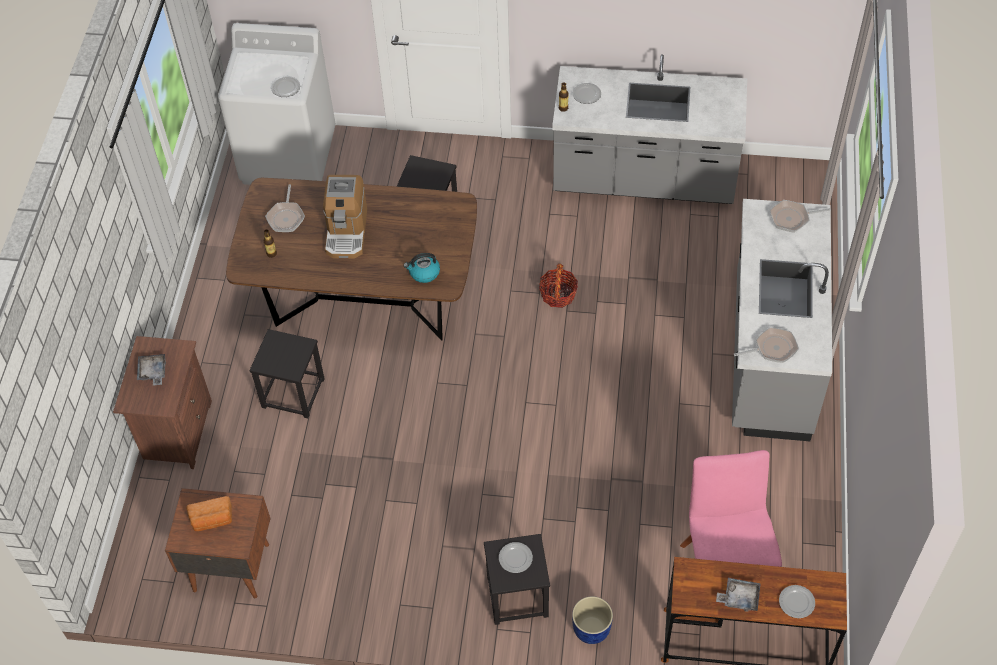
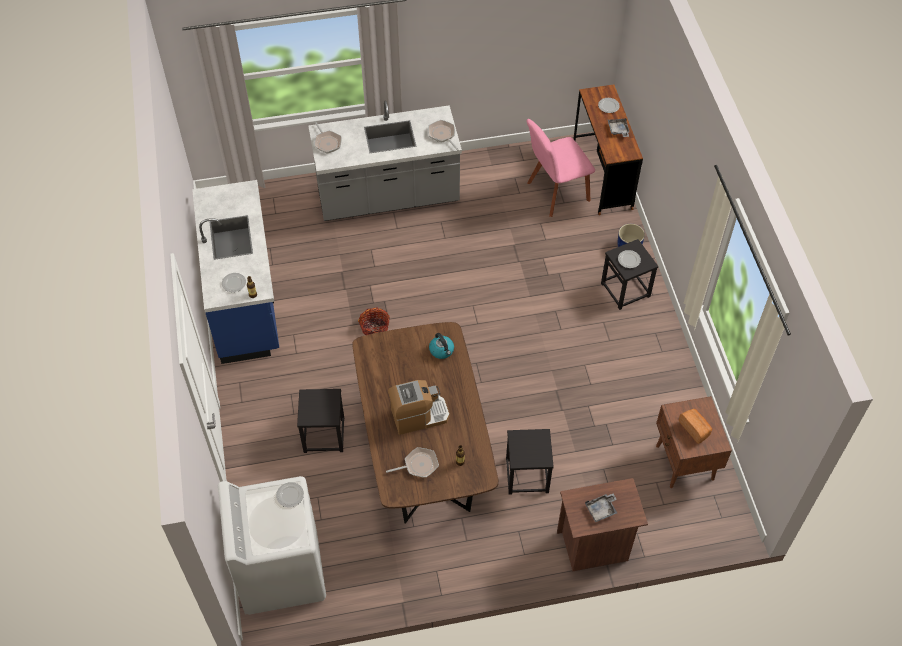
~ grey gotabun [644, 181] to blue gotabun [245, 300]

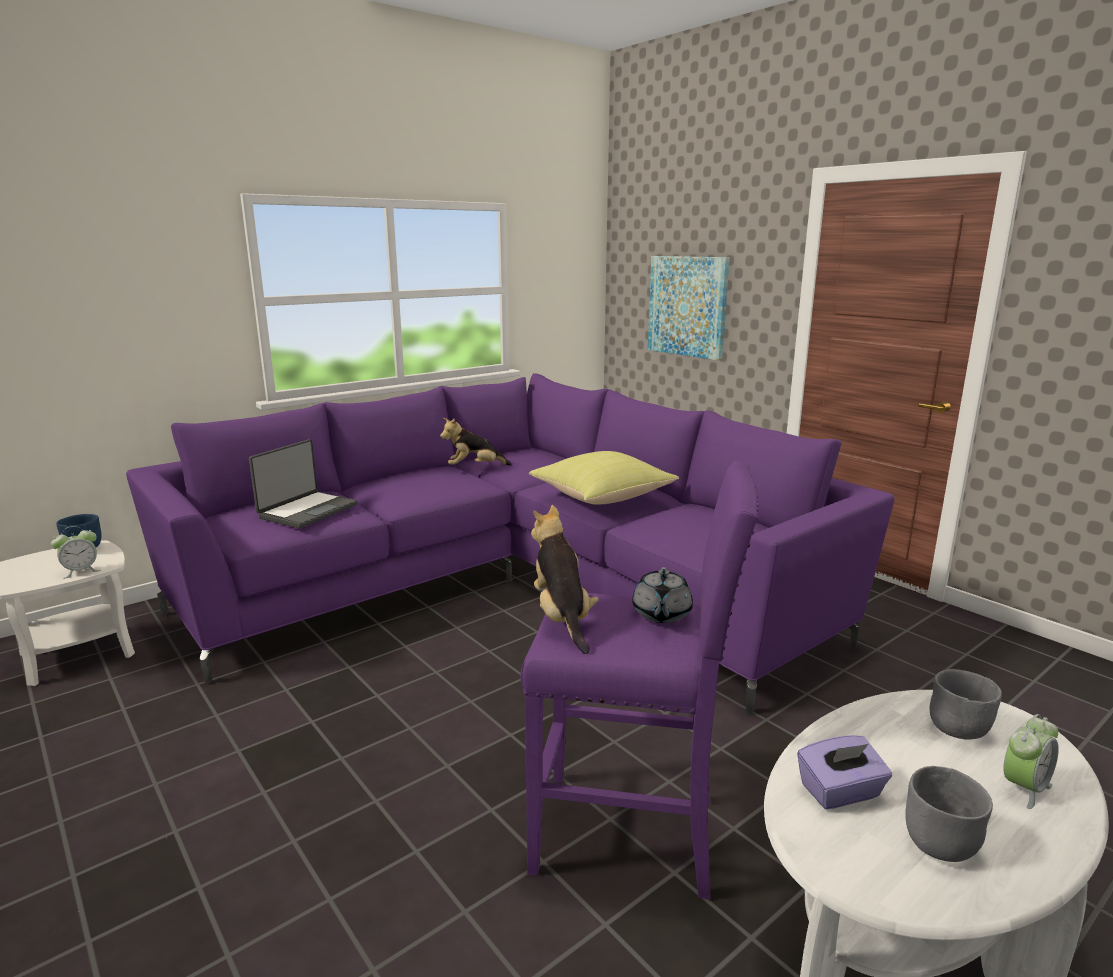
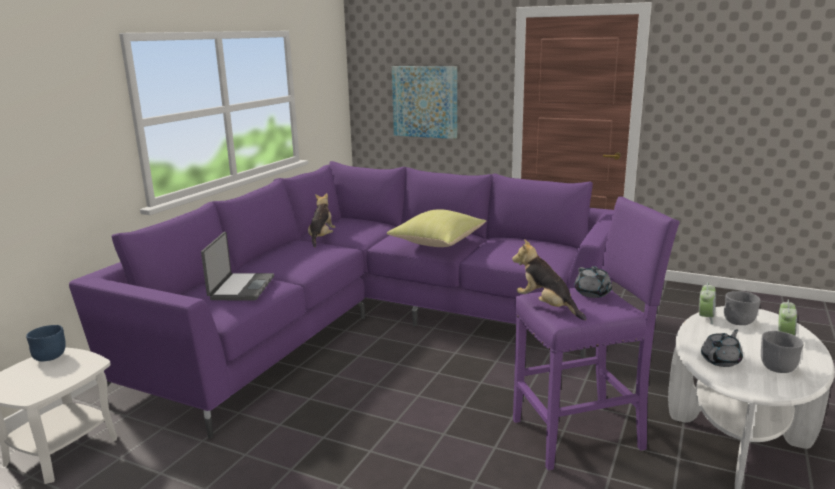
~ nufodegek [81, 571] to [705, 318]
~ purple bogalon [840, 792] to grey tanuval [721, 360]
~ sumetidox [474, 468] = [321, 238] 135 degrees clockwise

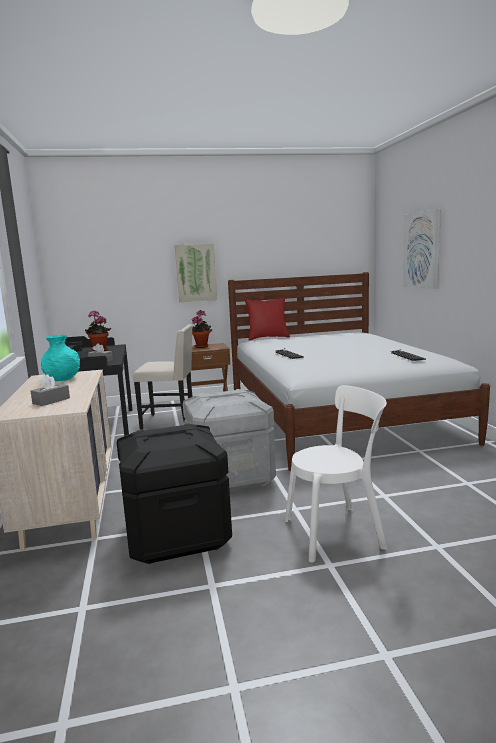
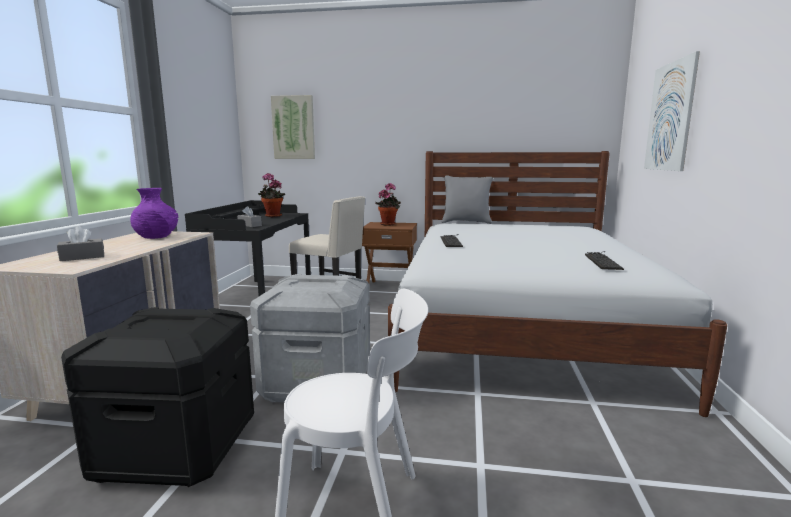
~ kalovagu [196, 273] to [293, 127]
~ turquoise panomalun [63, 378] to purple panomalun [157, 236]
~ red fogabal [268, 338] to grey fogabal [466, 222]

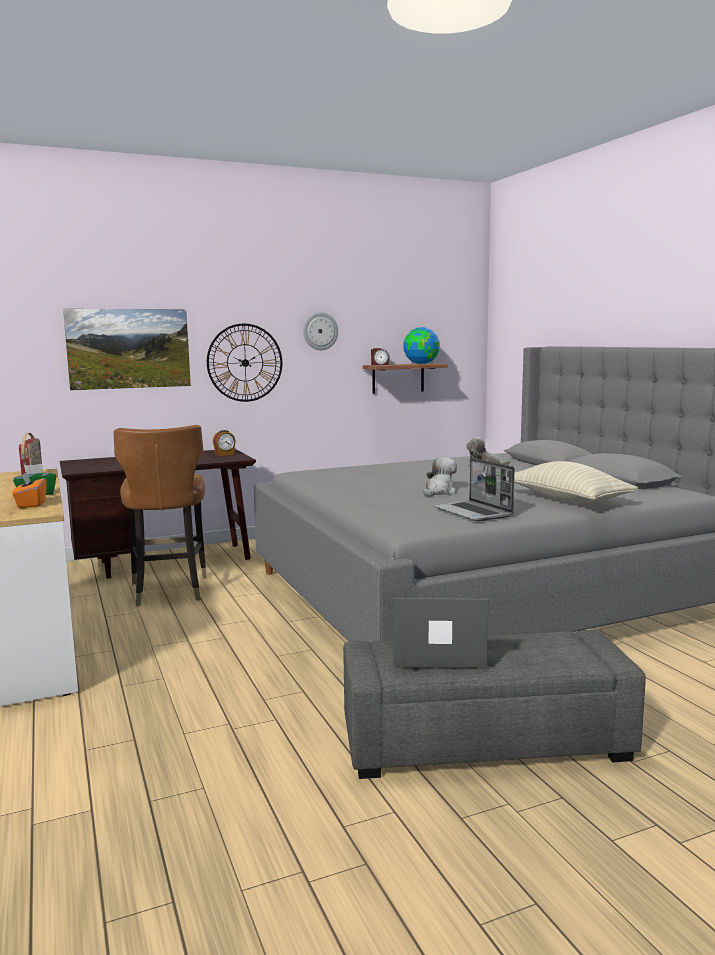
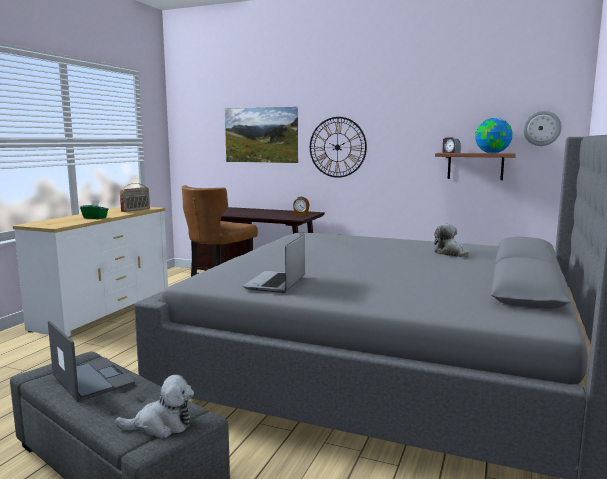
- orange bogalon [31, 504]
- beige fogabal [567, 500]
~ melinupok [320, 331] to [542, 128]
~ sumetidox [439, 492] to [161, 425]

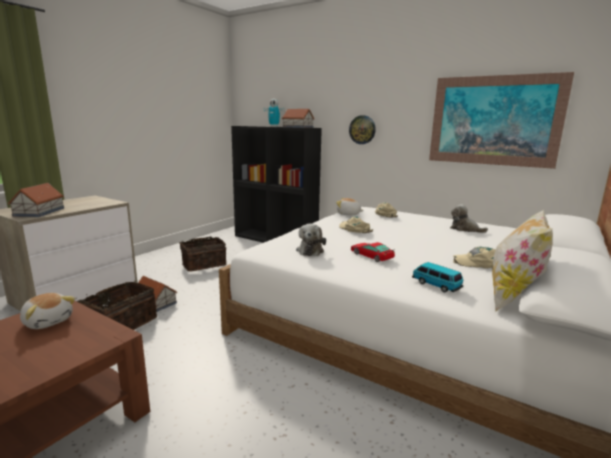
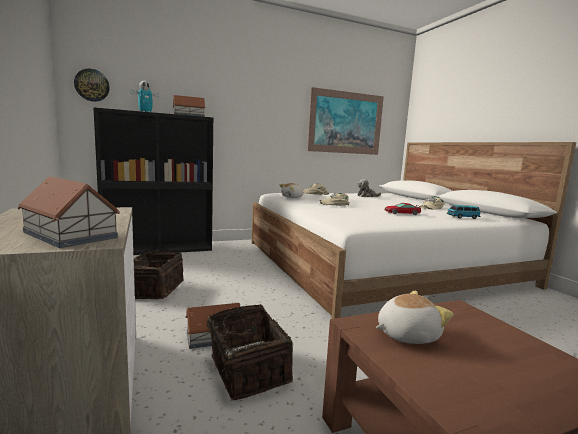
- sumetidox [310, 250]
- fogabal [513, 296]
~ melinupok [362, 129] to [92, 85]

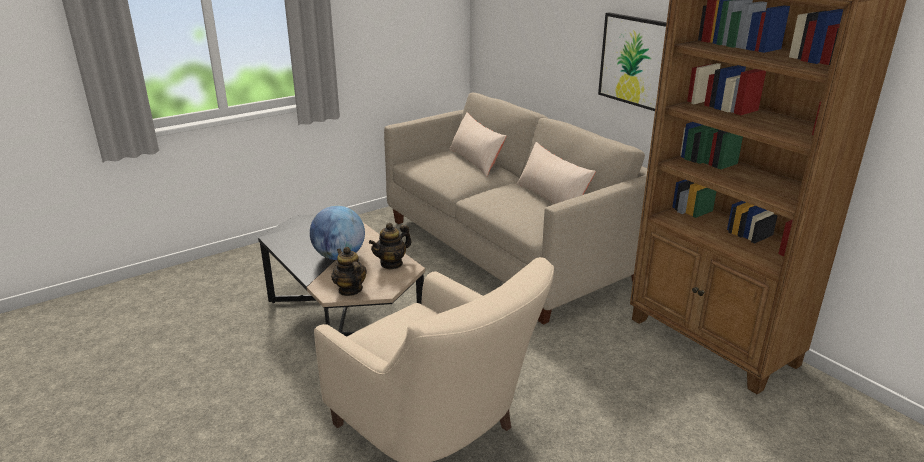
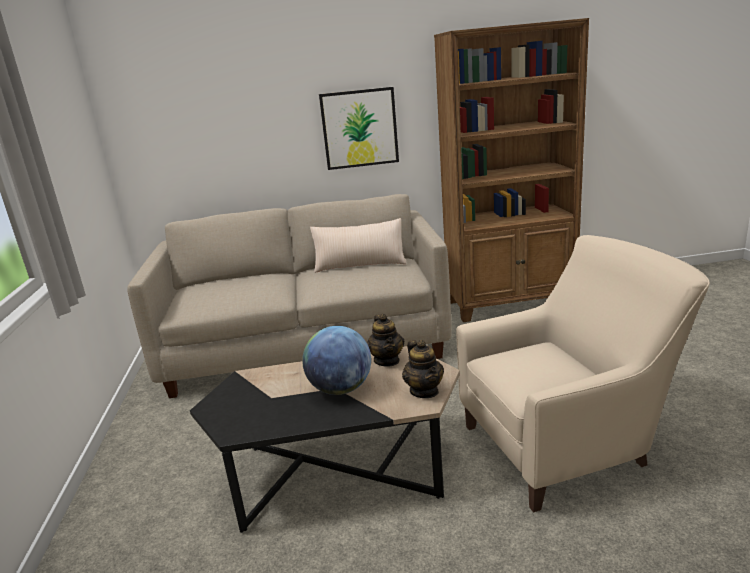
- beige fogabal [476, 161]
~ tanuval [350, 290] = [424, 391] 105 degrees counterclockwise

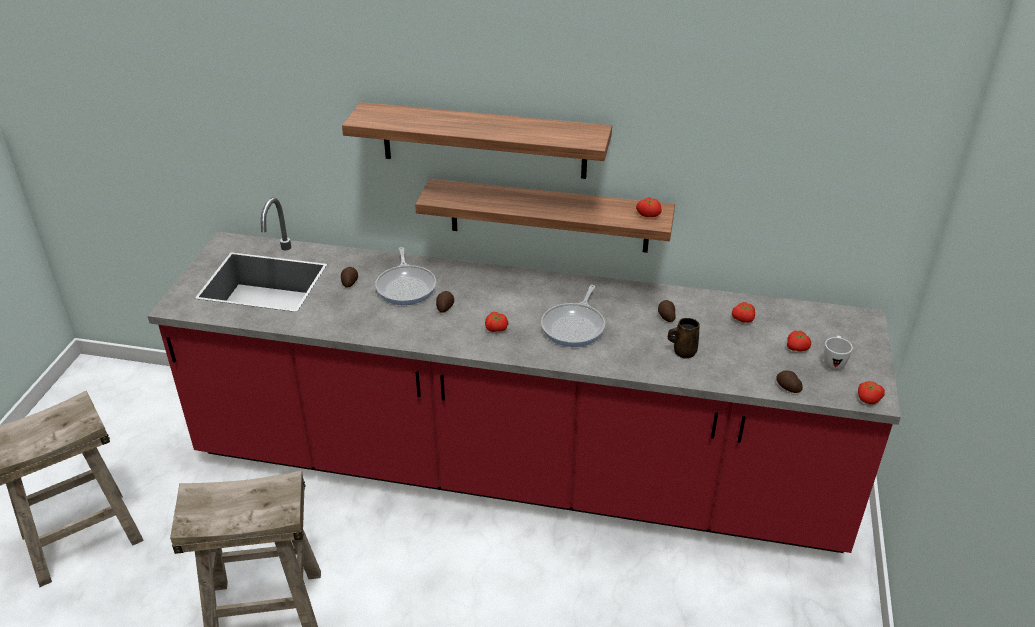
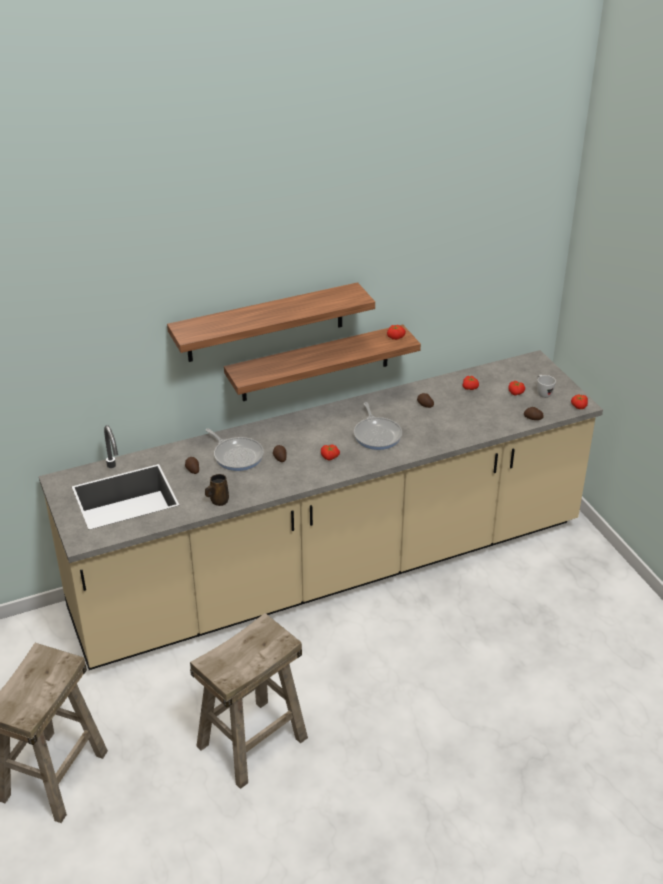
~ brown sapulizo [683, 351] to [218, 501]
~ red gotabun [517, 470] to beige gotabun [331, 569]

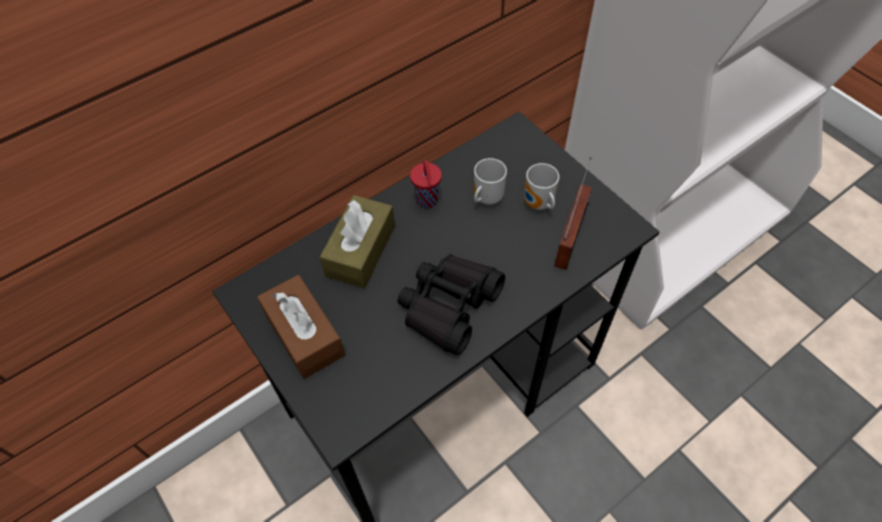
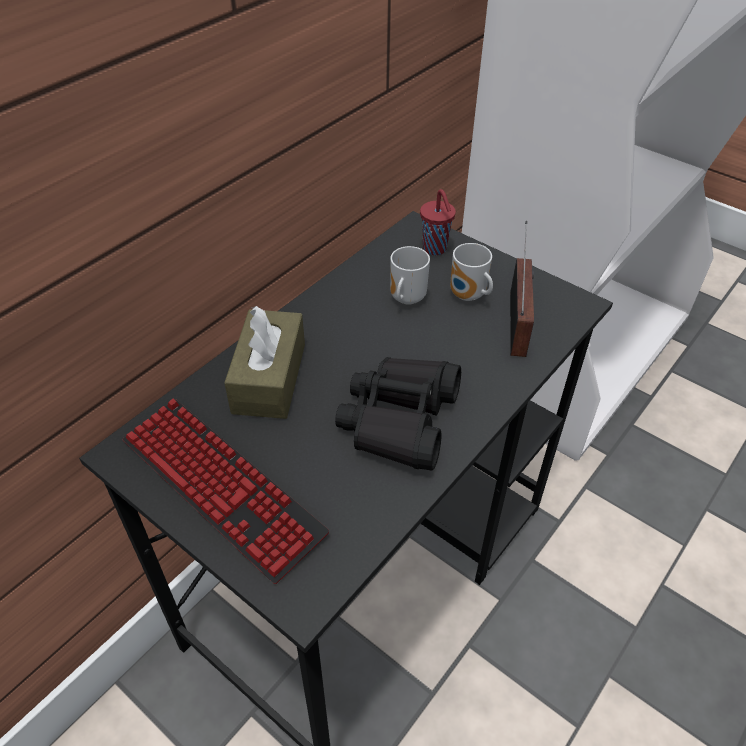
~ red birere [427, 202] to [435, 249]
~ brown bogalon [304, 334] to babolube [221, 486]

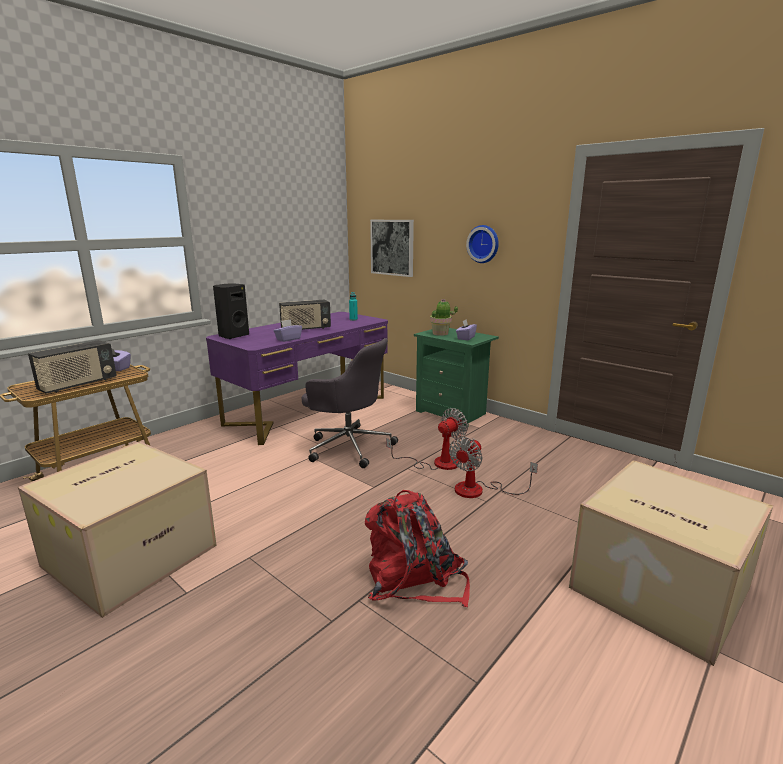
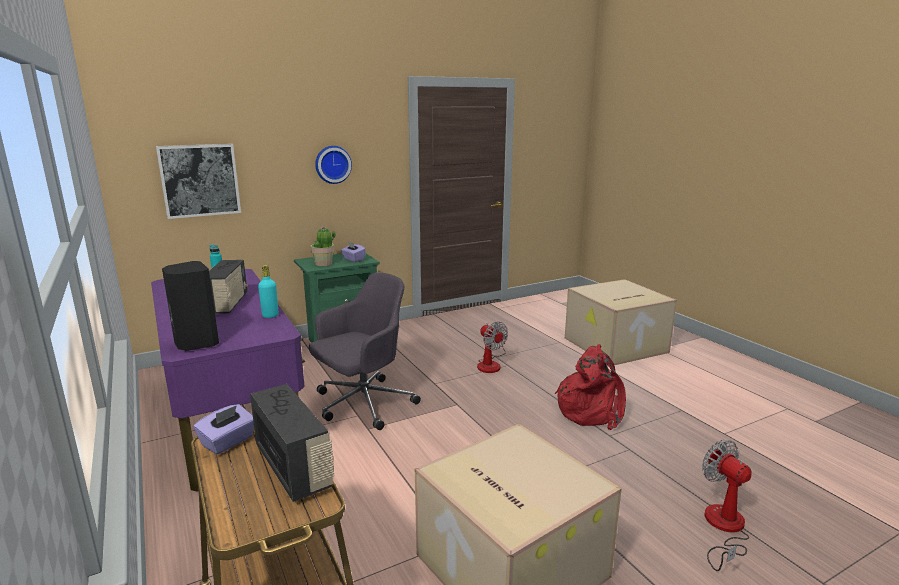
~ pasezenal [436, 463] to [723, 528]
~ purple bogalon [288, 339] to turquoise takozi [270, 316]

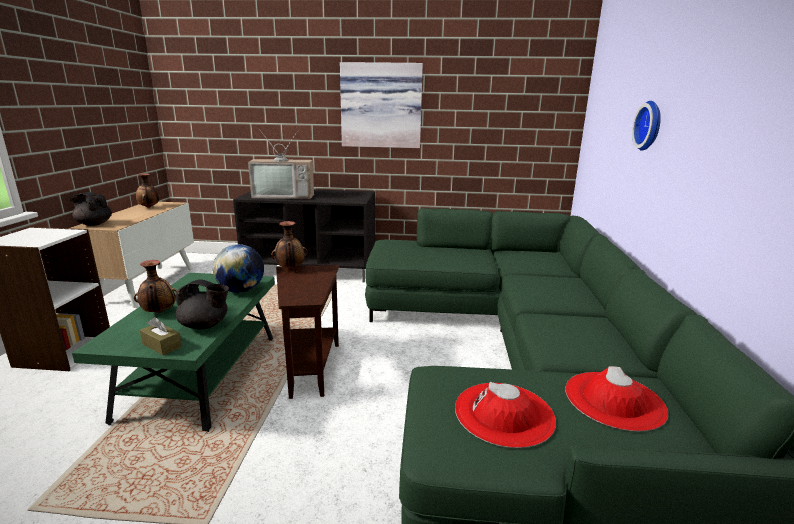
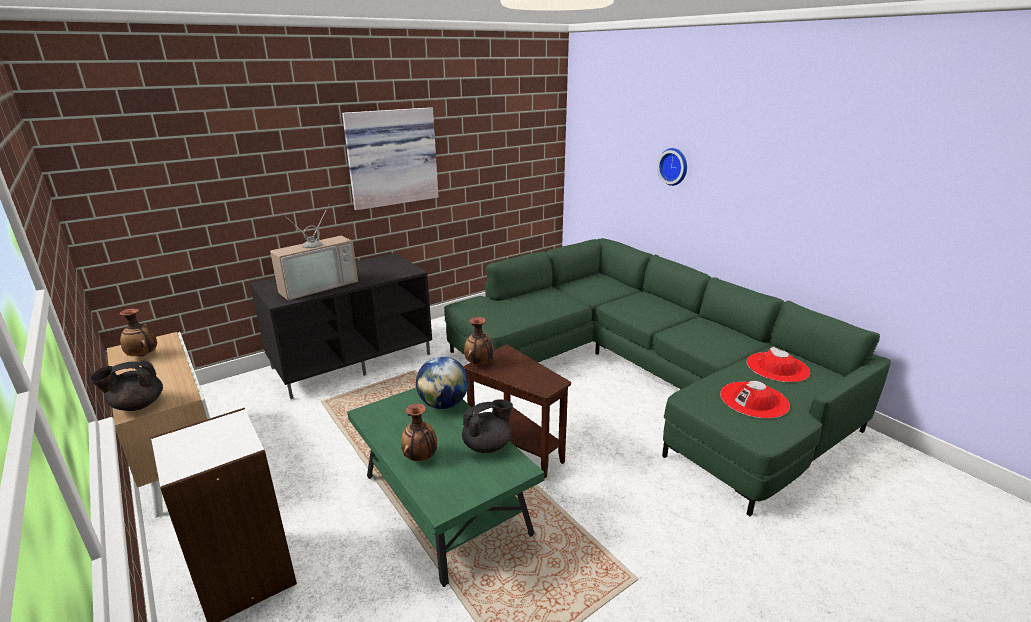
- brown bogalon [162, 345]

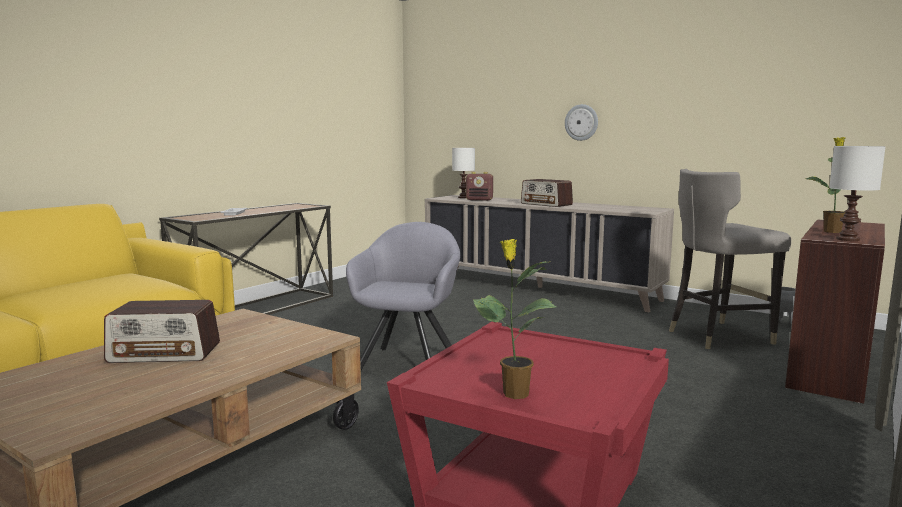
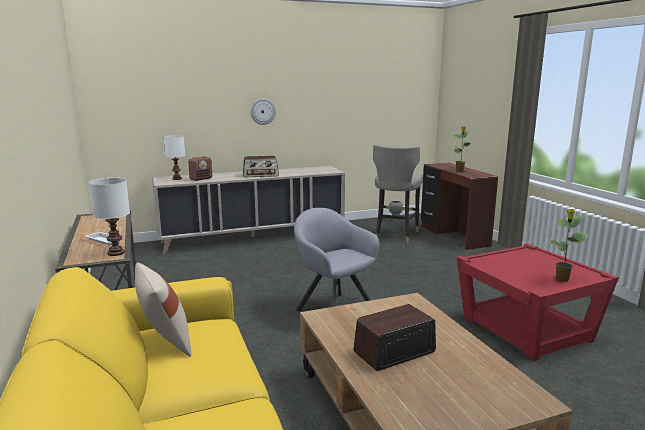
+ beige fogabal [165, 342]
~ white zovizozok [848, 239] to [116, 253]
~ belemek [165, 353] = [394, 352] 150 degrees counterclockwise

